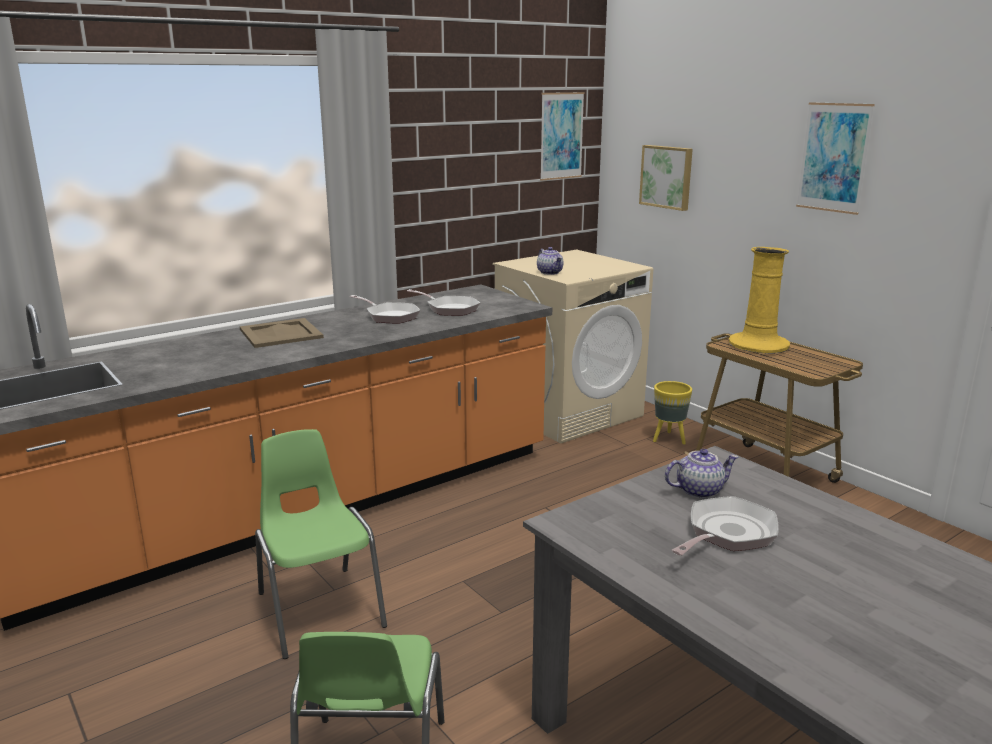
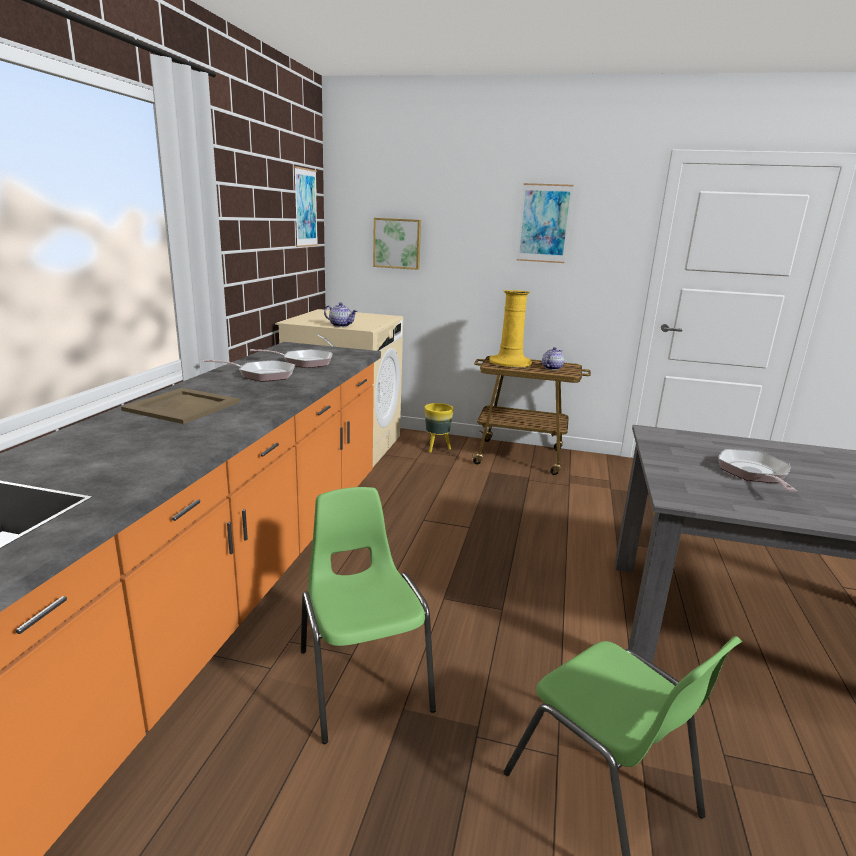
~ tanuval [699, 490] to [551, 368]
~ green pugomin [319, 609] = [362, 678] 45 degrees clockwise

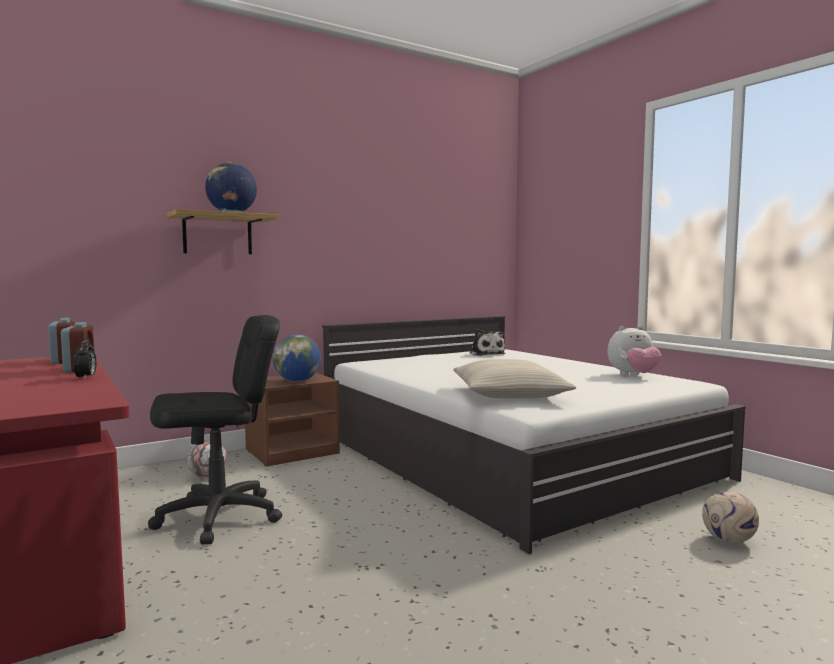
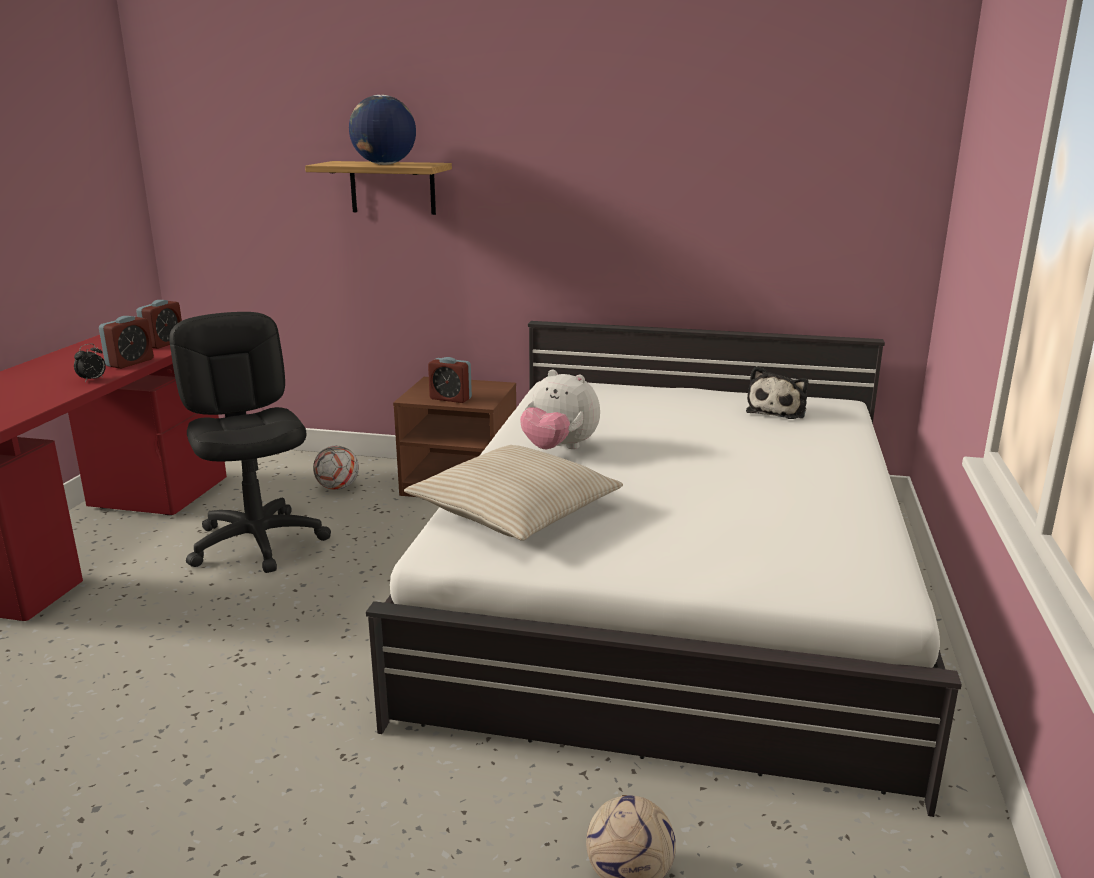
~ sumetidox [633, 375] to [559, 448]
~ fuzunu [297, 381] to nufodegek [450, 399]
~ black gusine [219, 517] = [258, 542] 135 degrees counterclockwise

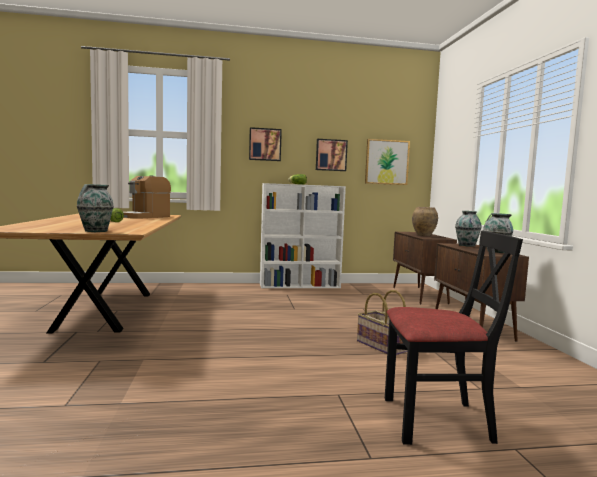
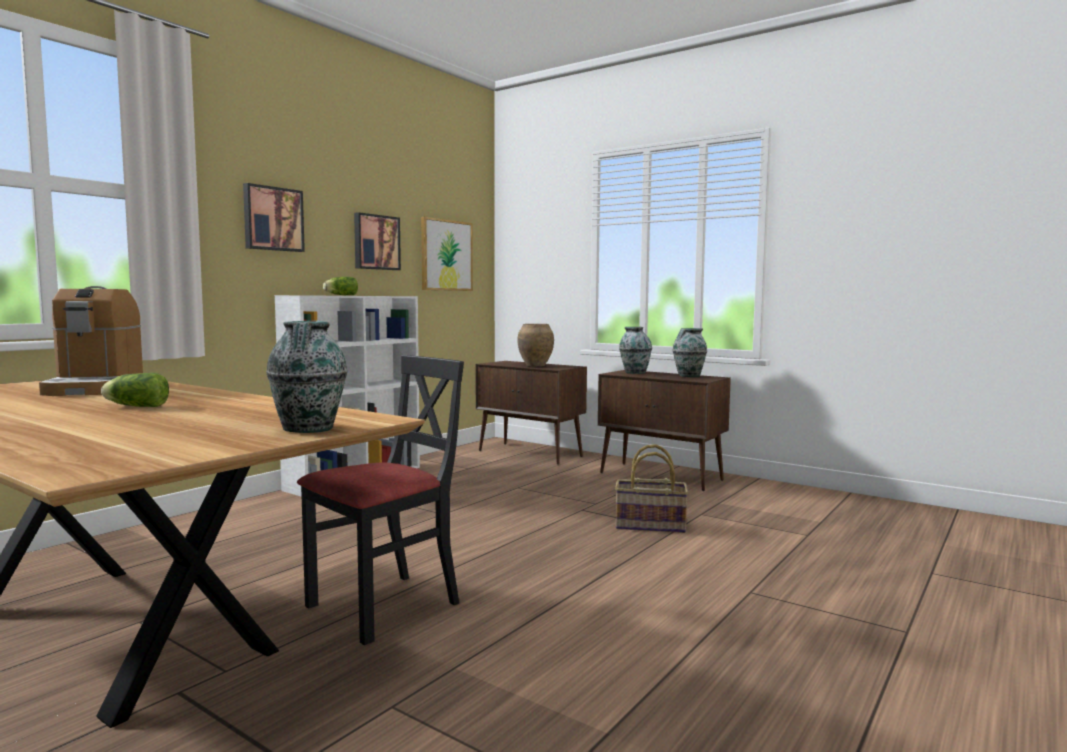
~ black pugomin [436, 420] to [384, 606]

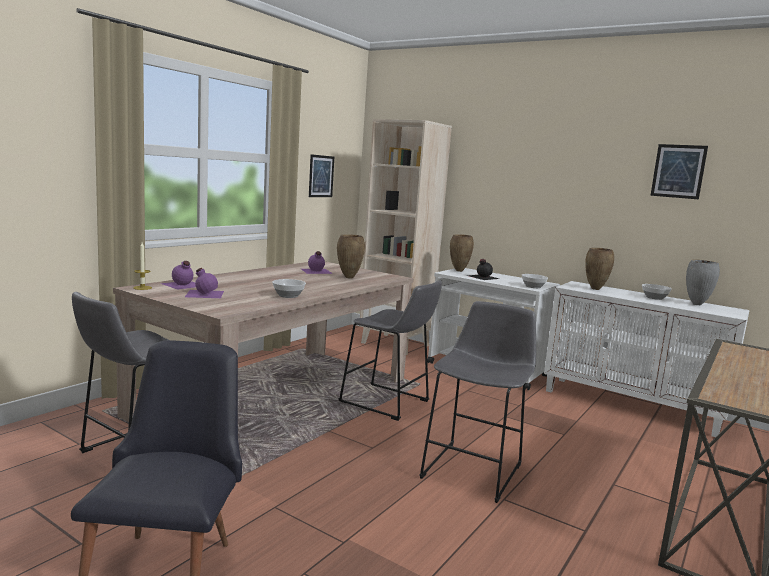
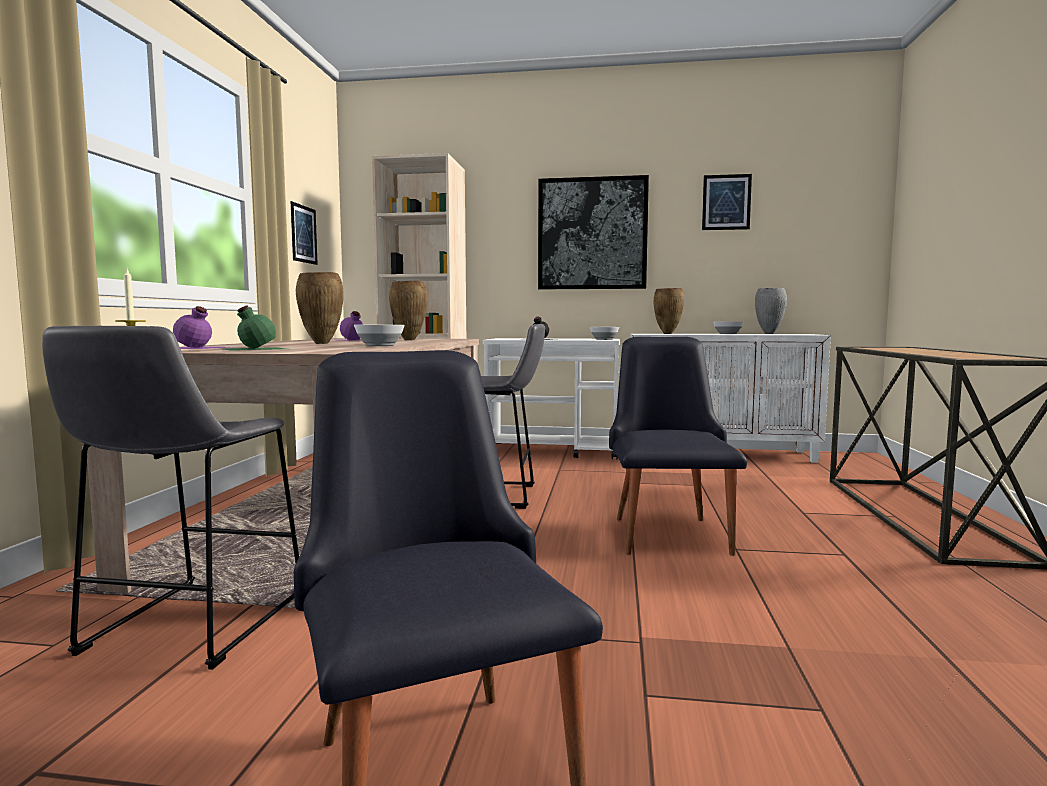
+ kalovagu [592, 234]
~ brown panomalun [458, 271] to [320, 343]
~ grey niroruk [475, 468] to black pugomin [668, 531]
~ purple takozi [204, 293] to green takozi [253, 348]

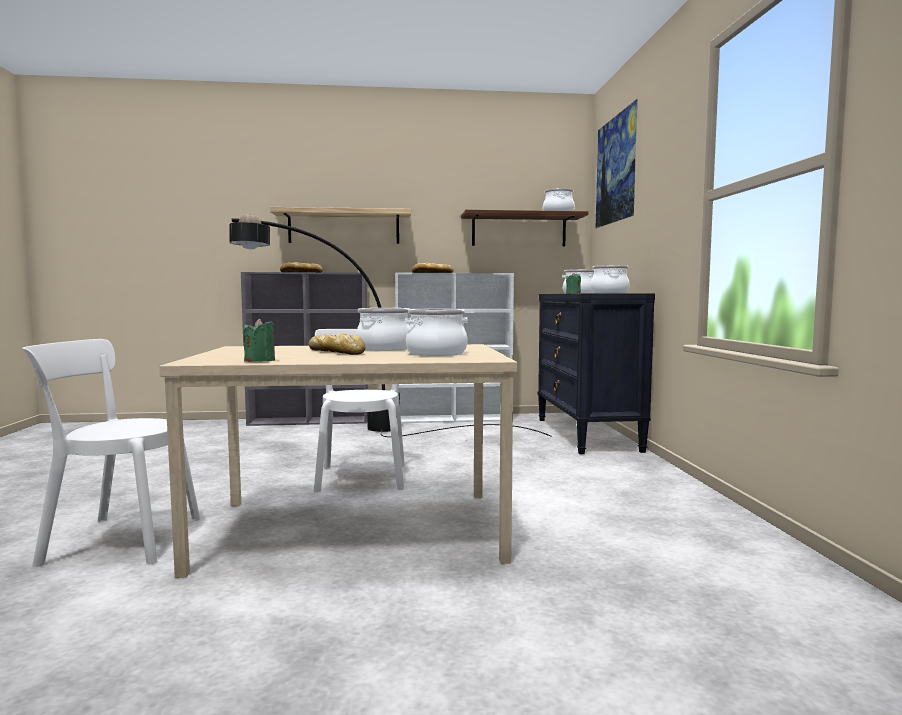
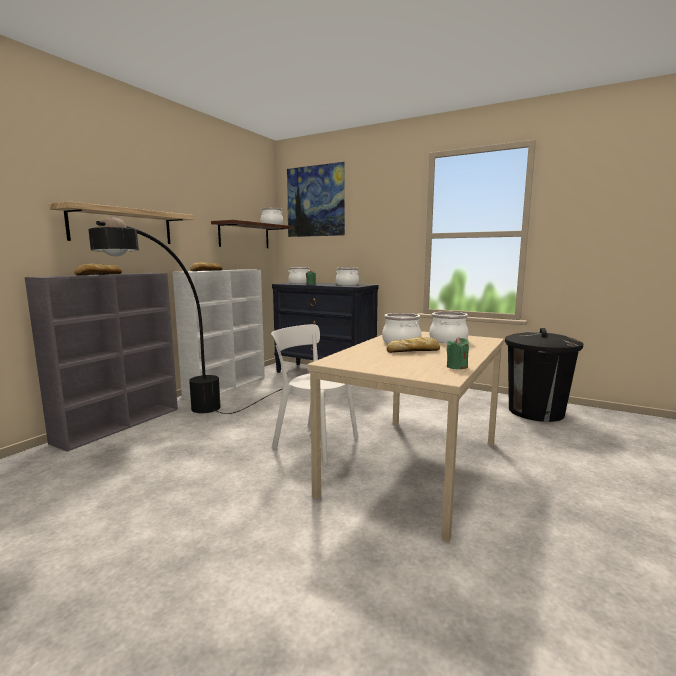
- white pugomin [116, 540]
+ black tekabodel [535, 412]

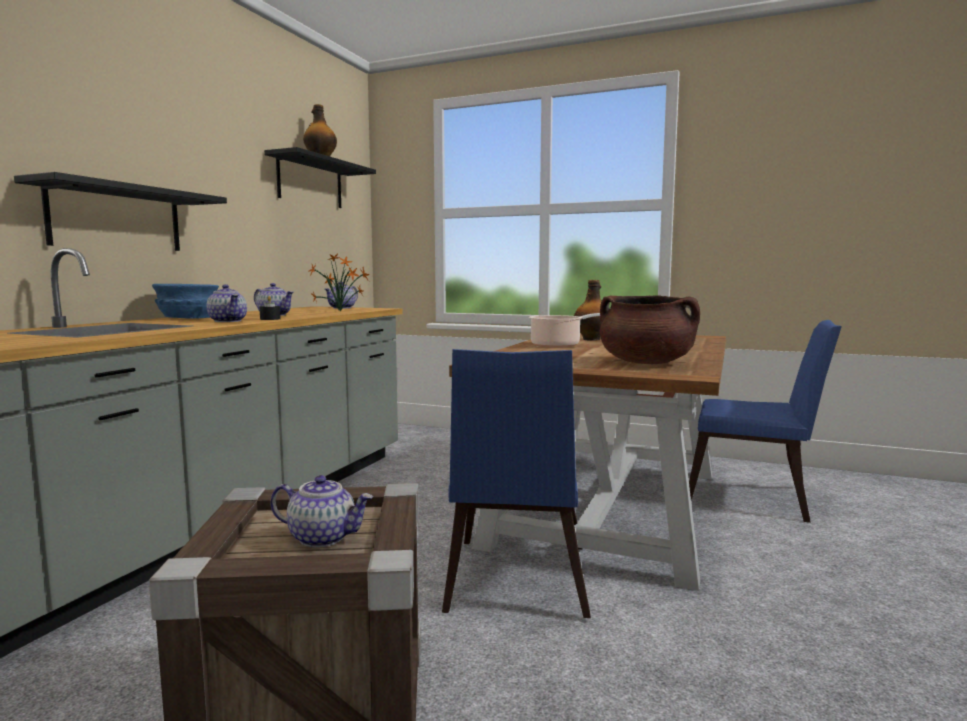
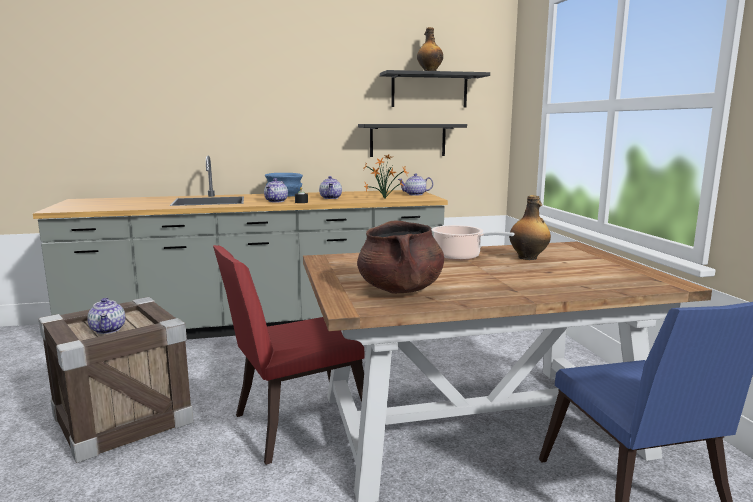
~ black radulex [117, 219] to [408, 140]
~ blue pugomin [515, 583] to red pugomin [294, 425]

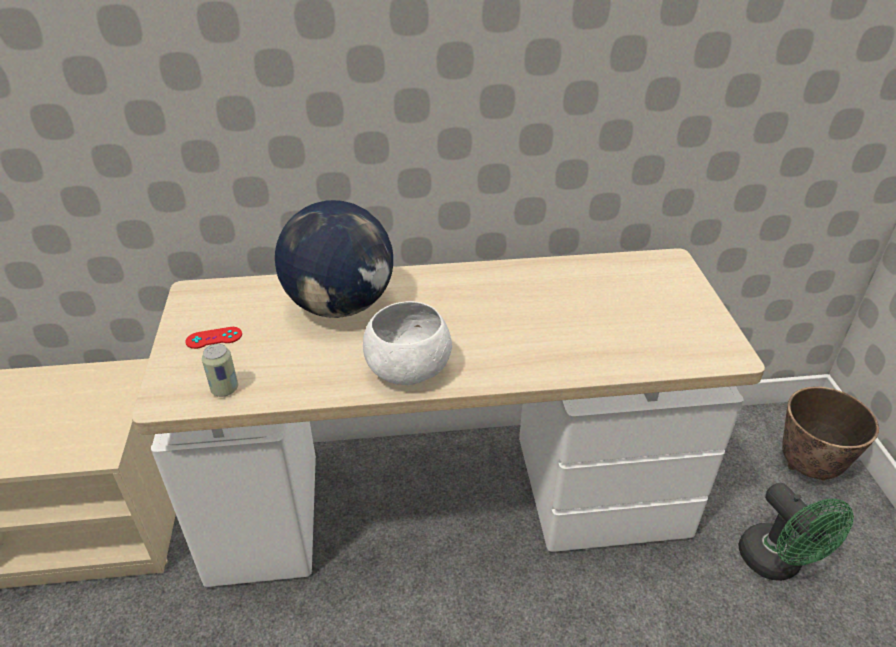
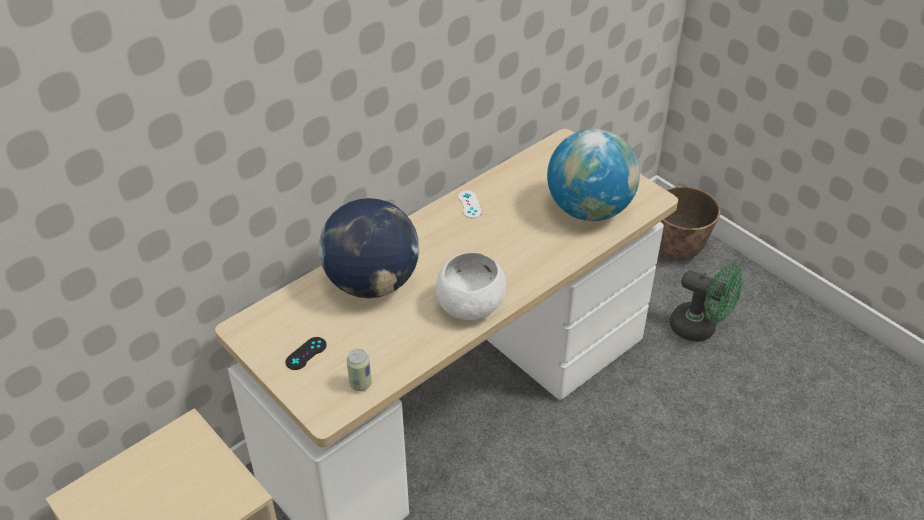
+ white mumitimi [469, 204]
+ fuzunu [589, 209]
~ red mumitimi [214, 338] to black mumitimi [306, 353]

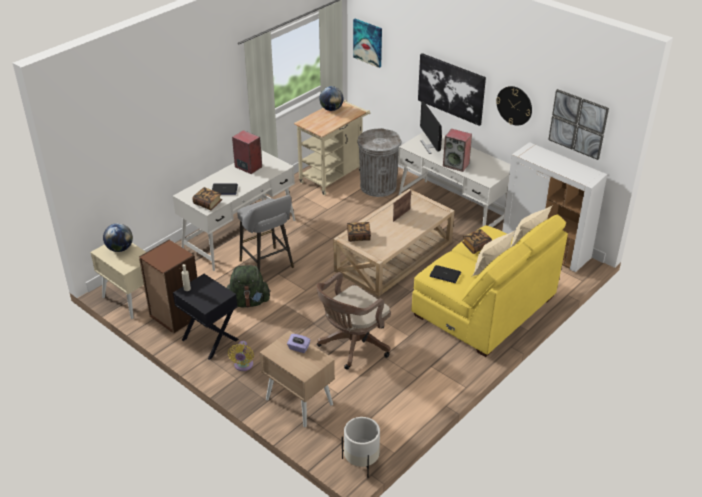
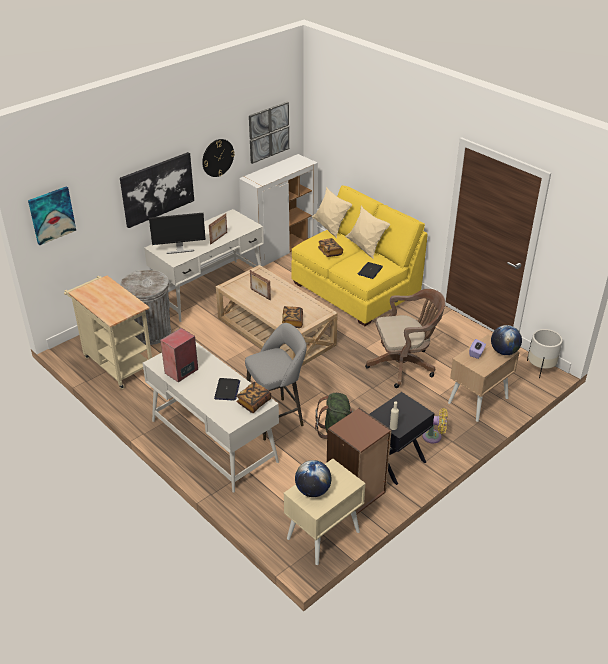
~ fuzunu [331, 109] to [504, 352]
~ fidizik [456, 165] to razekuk [219, 238]
~ brown gusine [352, 346] = [404, 365] 60 degrees counterclockwise

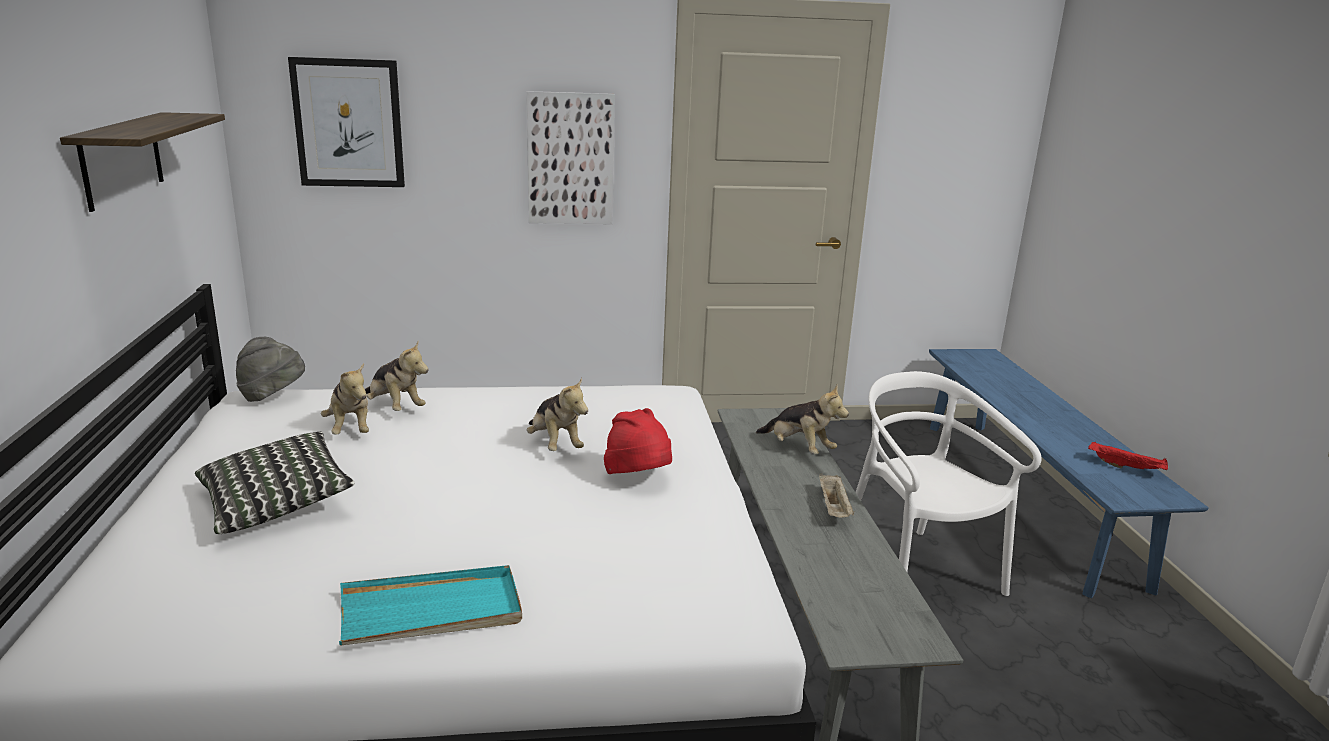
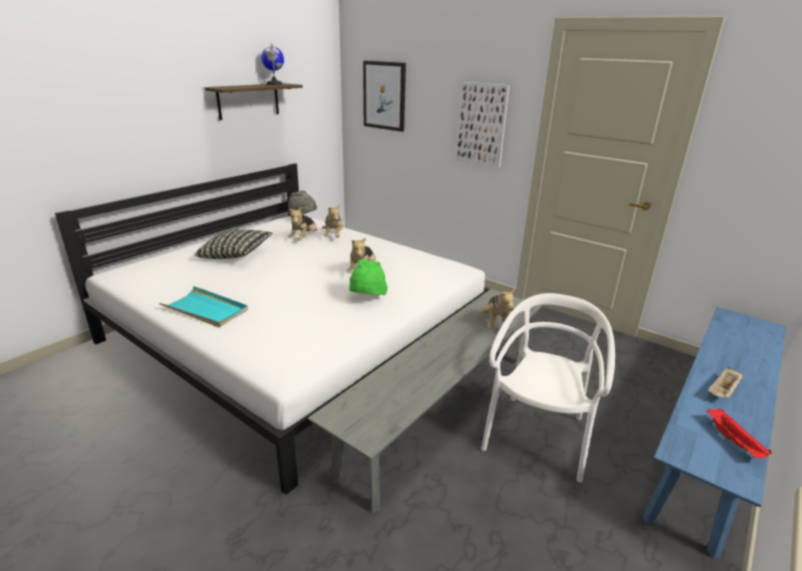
+ fuzunu [274, 84]
~ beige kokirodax [834, 509] to [723, 391]
~ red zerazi [639, 478] to green zerazi [367, 298]

